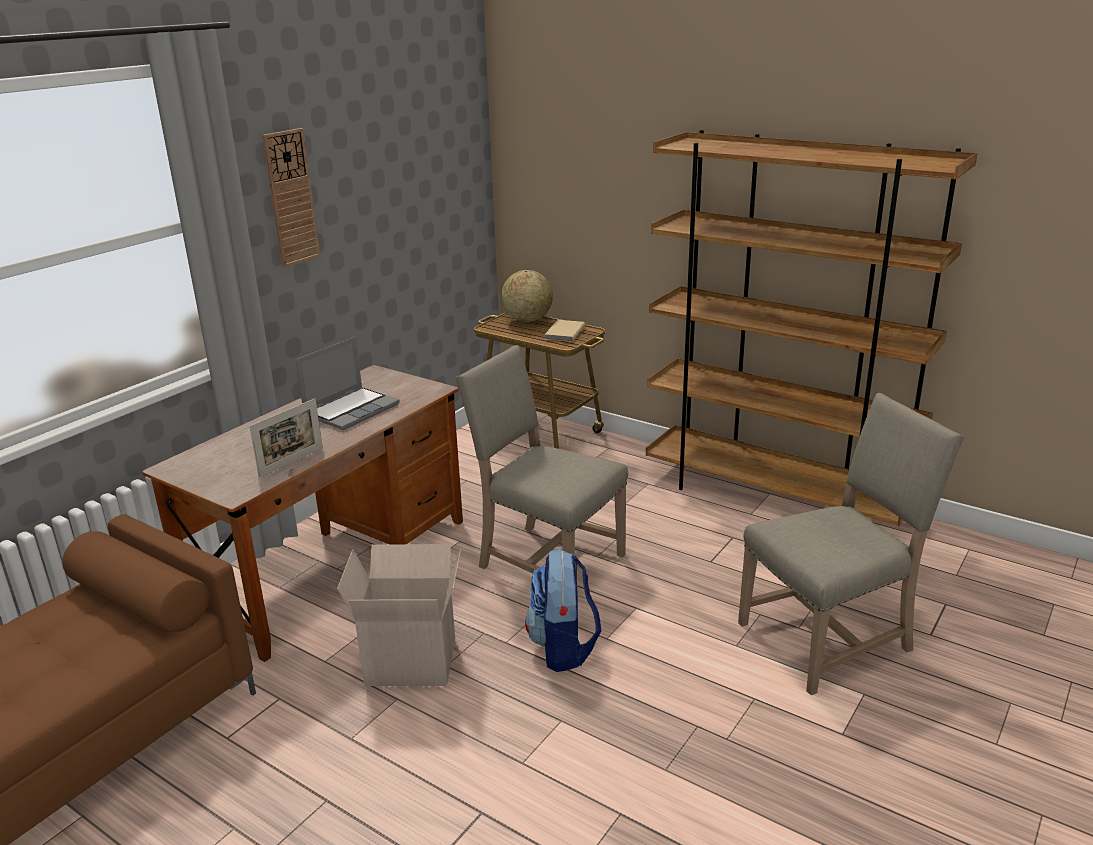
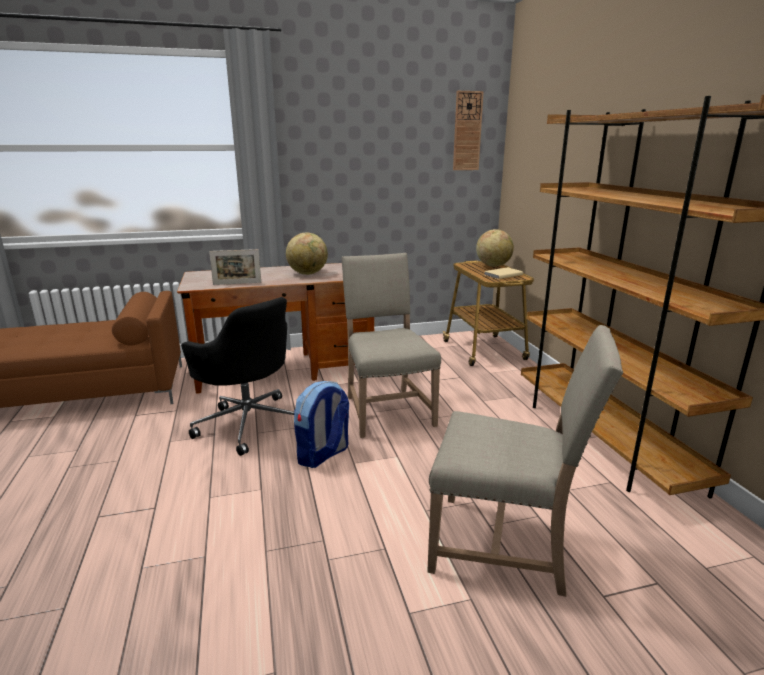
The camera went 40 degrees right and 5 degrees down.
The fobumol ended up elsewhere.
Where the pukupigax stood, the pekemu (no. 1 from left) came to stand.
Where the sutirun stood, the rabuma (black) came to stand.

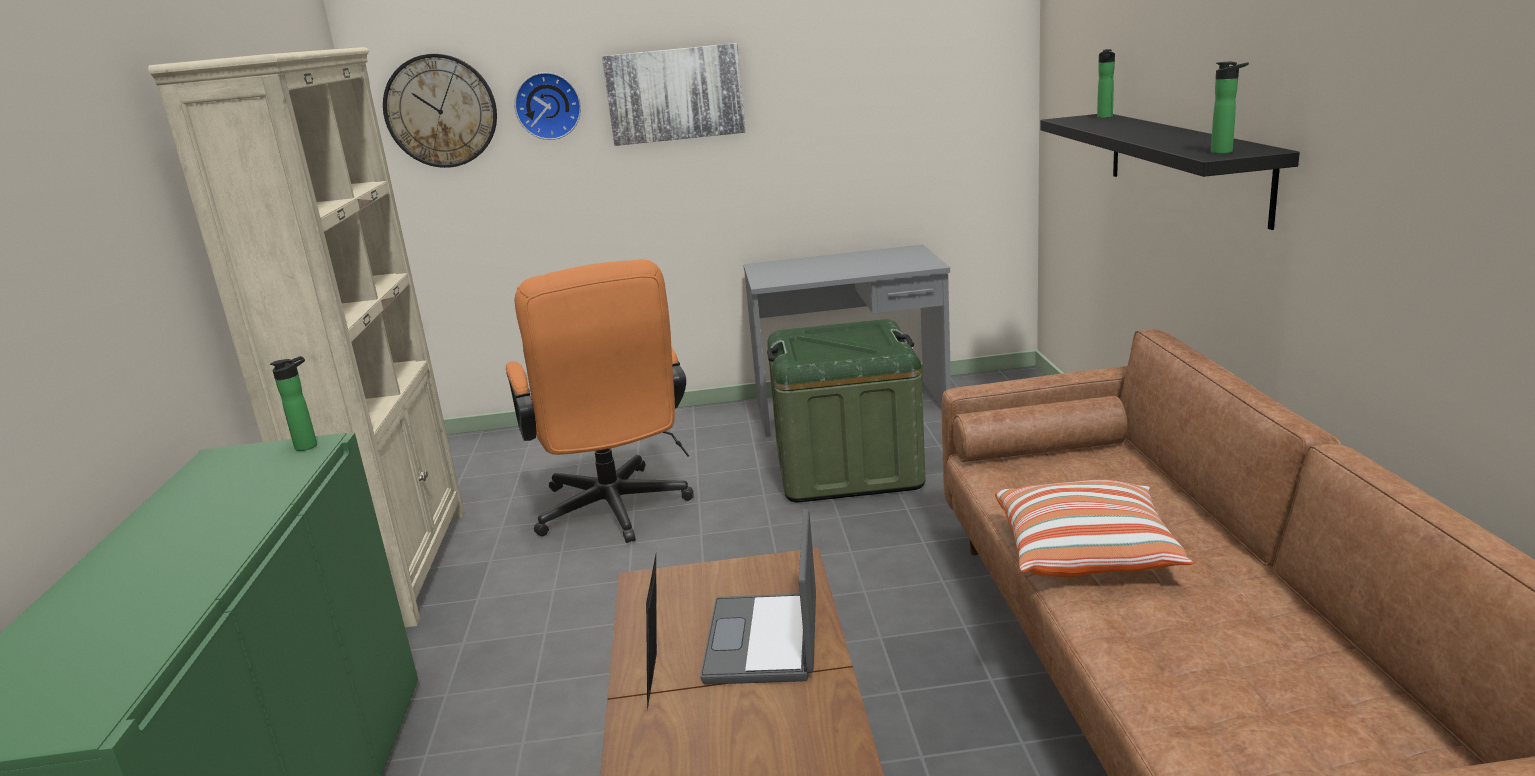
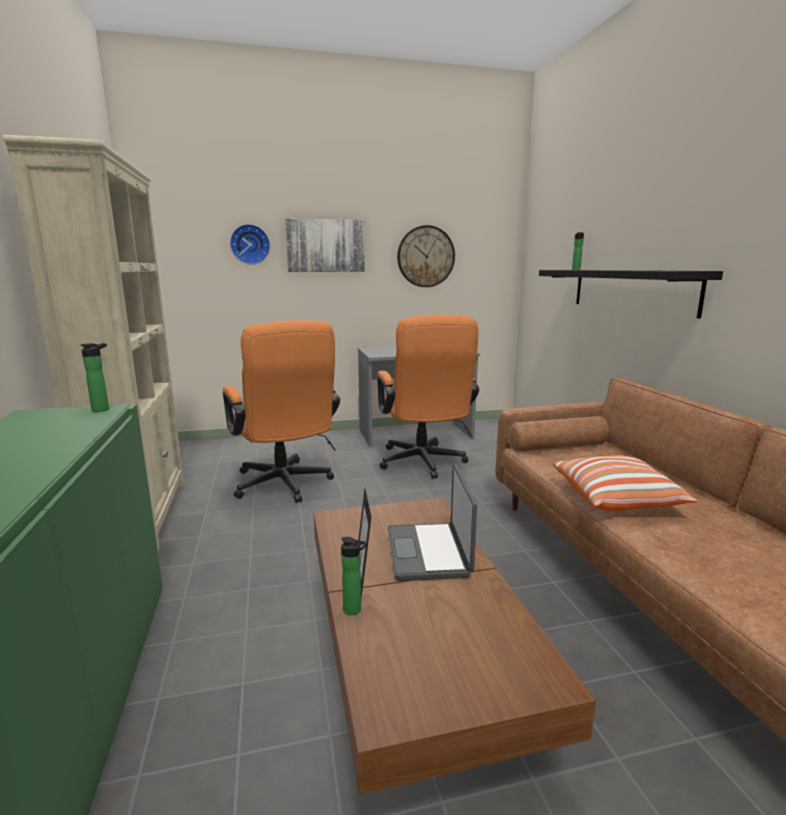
The camera went 10 degrees left and 5 degrees down.
The fobumol (no. 1 from left in the first image) ended up elsewhere.
Where the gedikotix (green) stood, the rabuma (orange) (no. 2 from left) came to stand.
The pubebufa (no. 3 from left in the first image) ended up elsewhere.

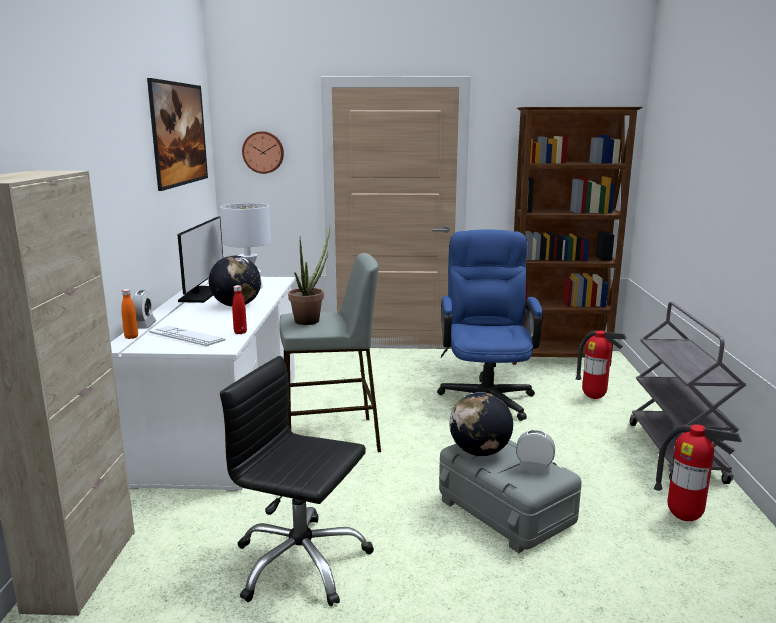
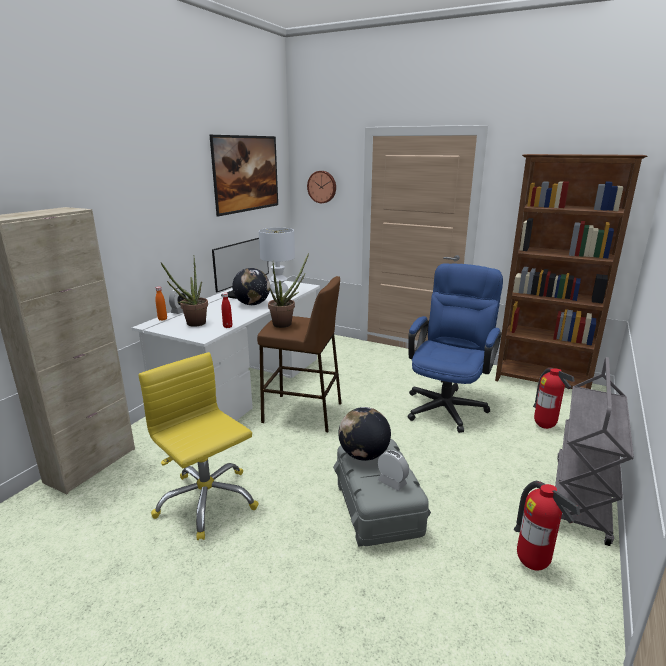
The camera went 25 degrees right and 5 degrees up.
Where the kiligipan stood, the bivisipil (no. 1 from left) came to stand.
What was the rabuma (black) turned into the rabuma (yellow).
What was the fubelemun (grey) turned into the fubelemun (brown).

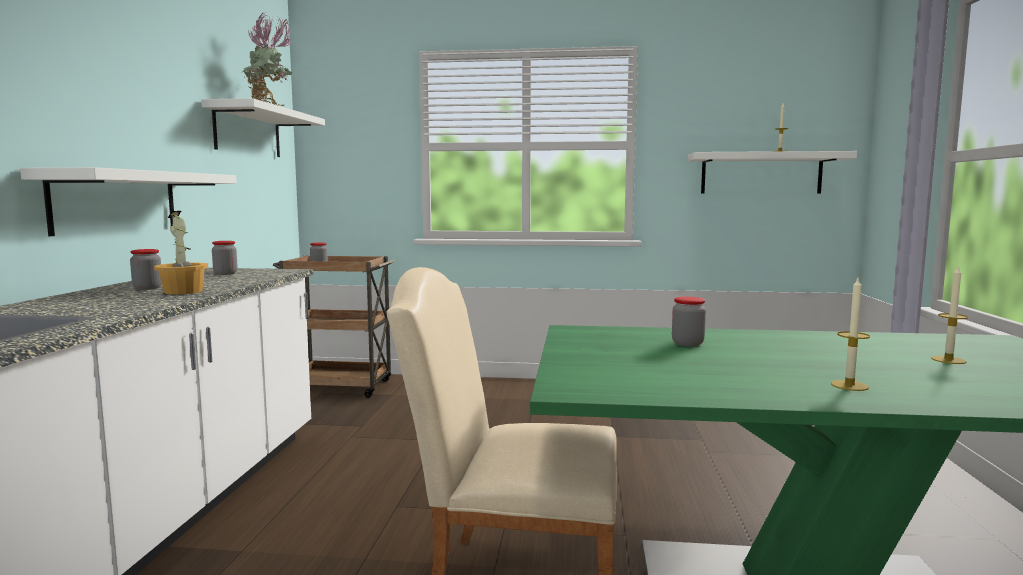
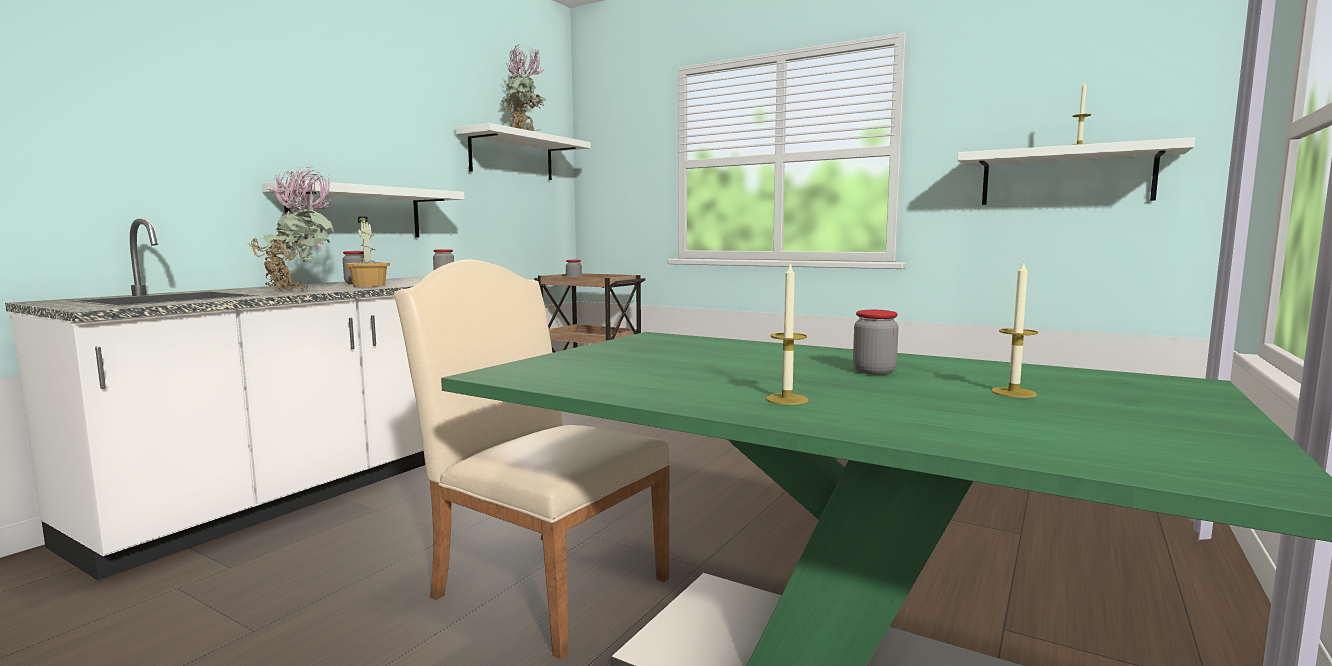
The camera went 25 degrees right and 0 degrees up.
The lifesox (no. 4 from left) ended up elsewhere.
The second view gained the bivisipil (no. 1 from left).

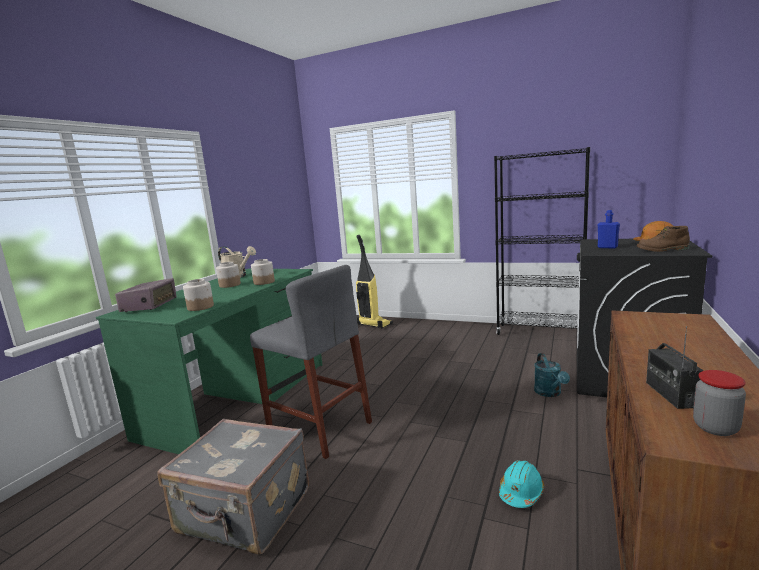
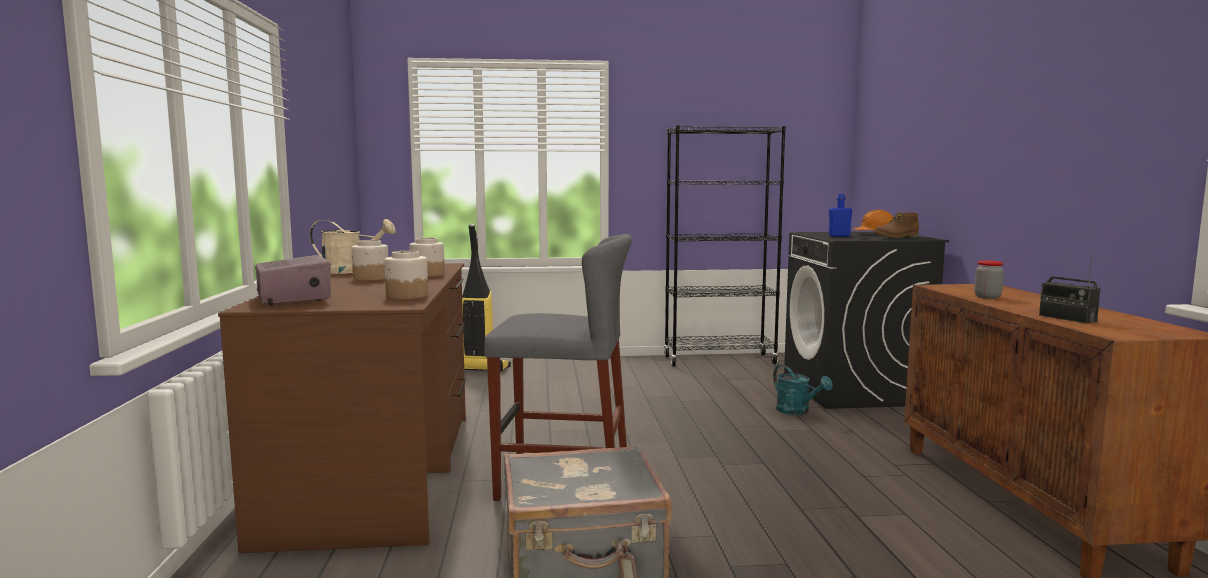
The camera went 30 degrees left and 5 degrees down.
What was the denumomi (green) turned into the denumomi (brown).
The second view lost the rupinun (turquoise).
The lifesox (no. 4 from left) ended up elsewhere.

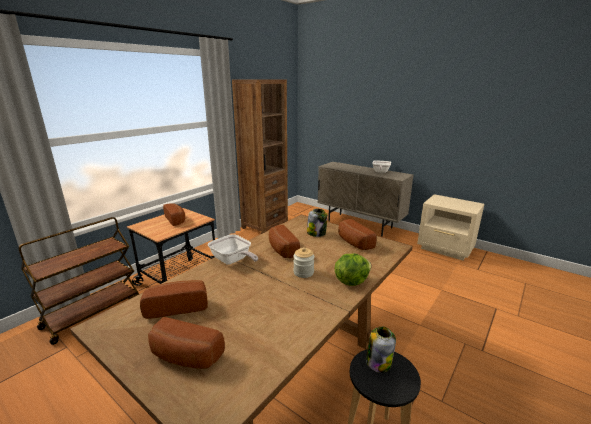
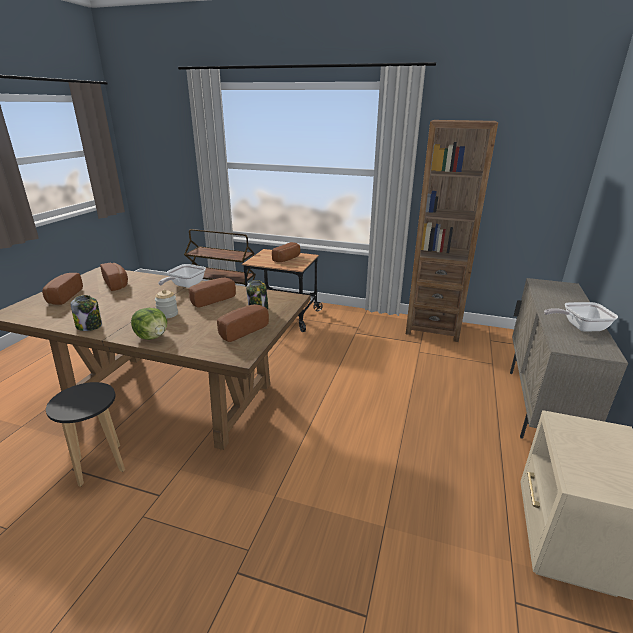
The camera went 70 degrees right and 5 degrees up.
The lifesox (no. 3 from left in the first image) ended up elsewhere.

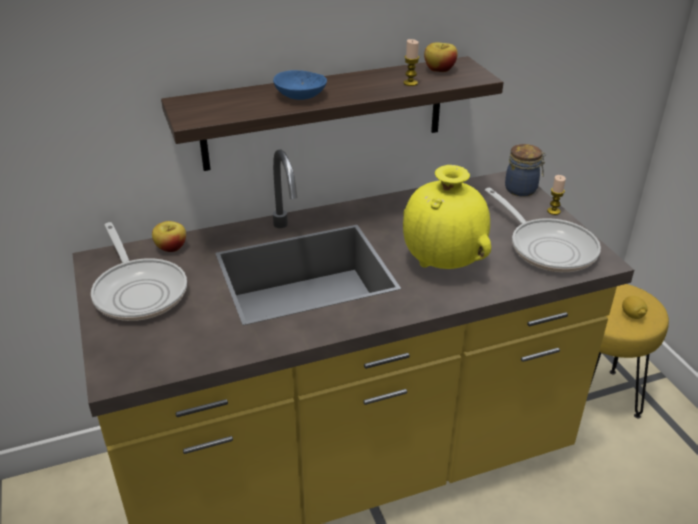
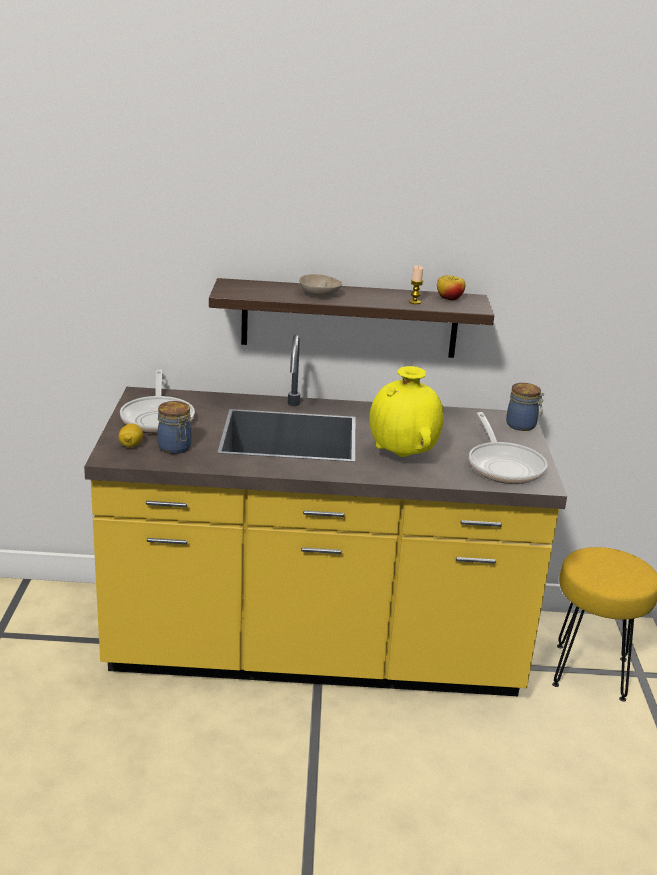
The camera went 20 degrees right and 10 degrees down.
The second view lost the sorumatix (no. 1 from left).
What was the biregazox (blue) turned into the biregazox (beige).
The second view lost the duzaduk (no. 2 from left).
The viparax ended up elsewhere.
The second view gained the lifesox (no. 1 from left).

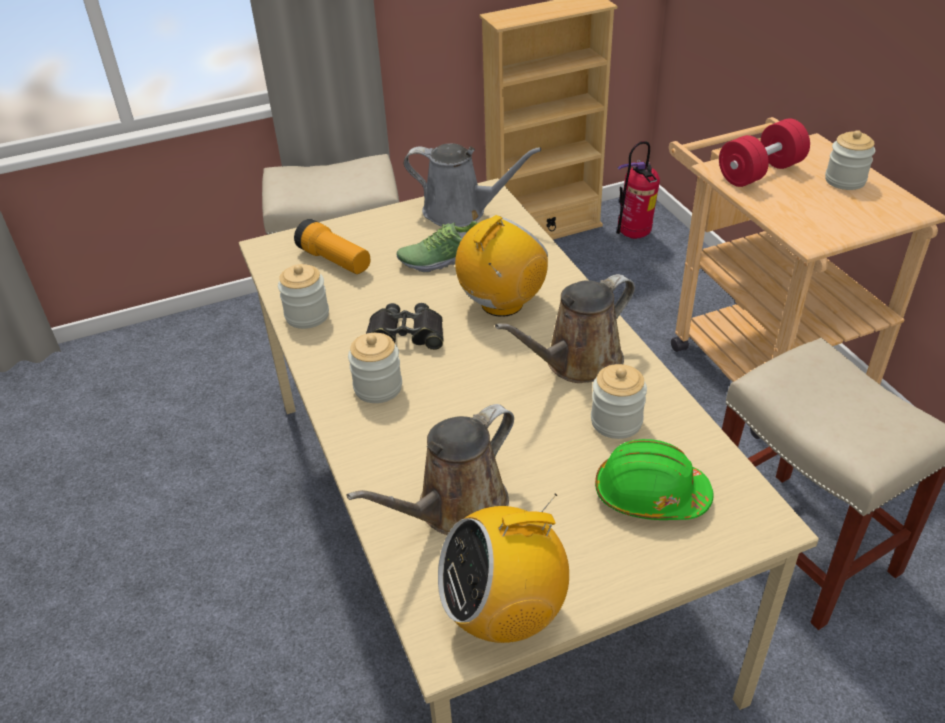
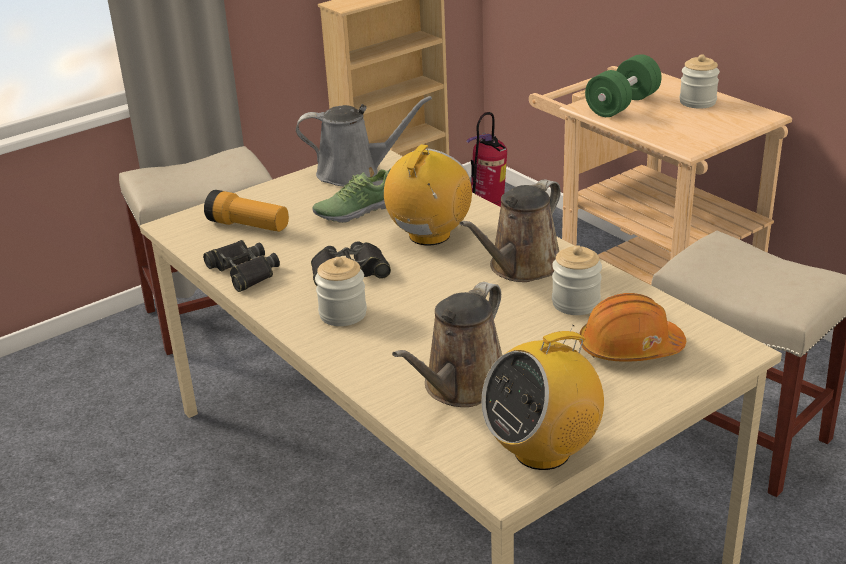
The camera went 15 degrees left and 10 degrees down.
Where the lifesox (no. 1 from left) stood, the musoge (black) (no. 1 from left) came to stand.
What was the rupinun (green) turned into the rupinun (orange).
What was the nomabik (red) turned into the nomabik (green).

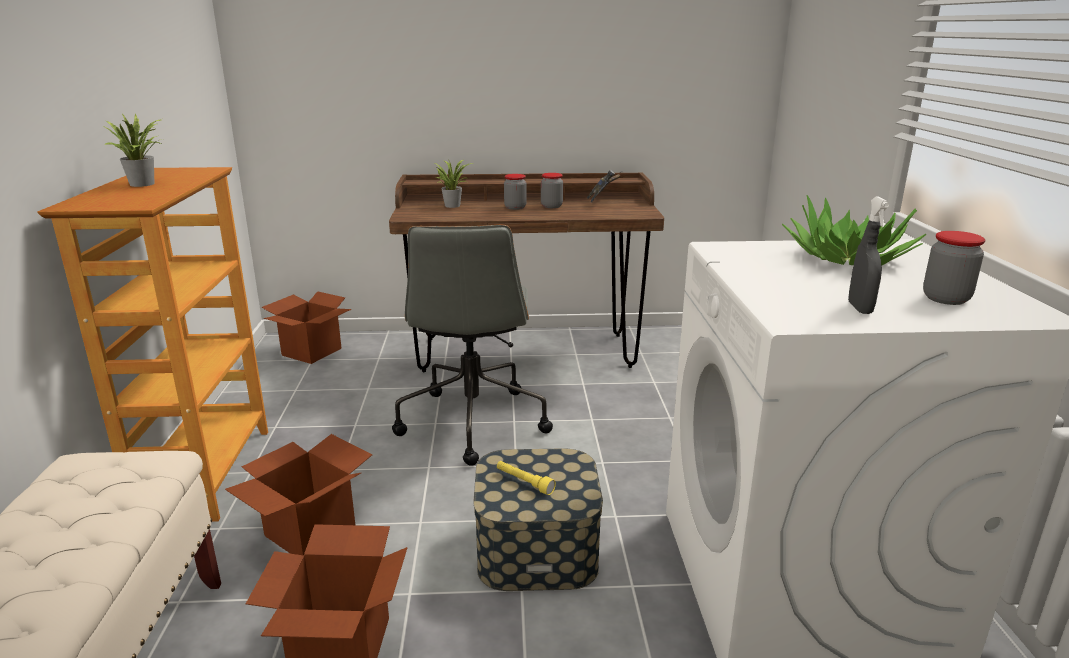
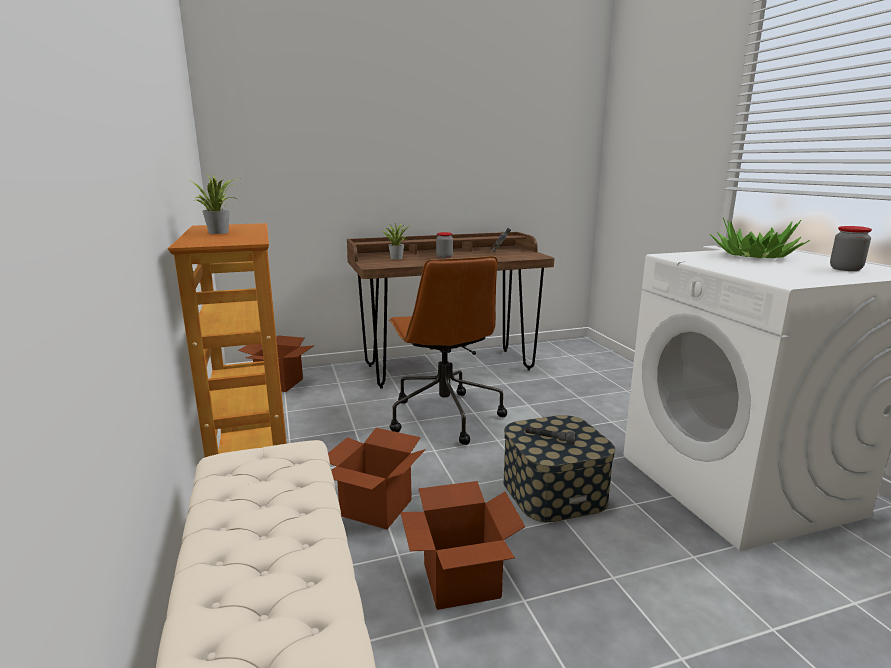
The camera went 15 degrees left and 5 degrees down.
What was the rabuma (grey) turned into the rabuma (brown).
What was the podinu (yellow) turned into the podinu (grey).
The second view lost the lifesox (no. 2 from left).
The second view lost the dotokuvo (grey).

